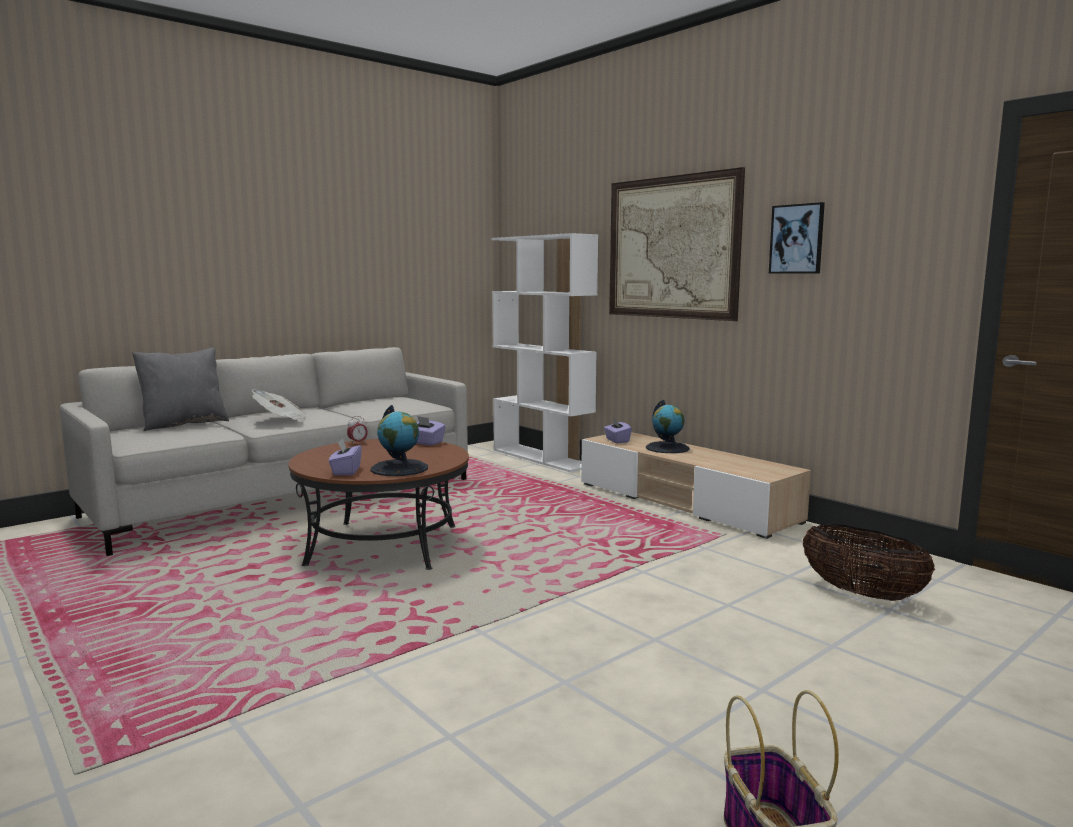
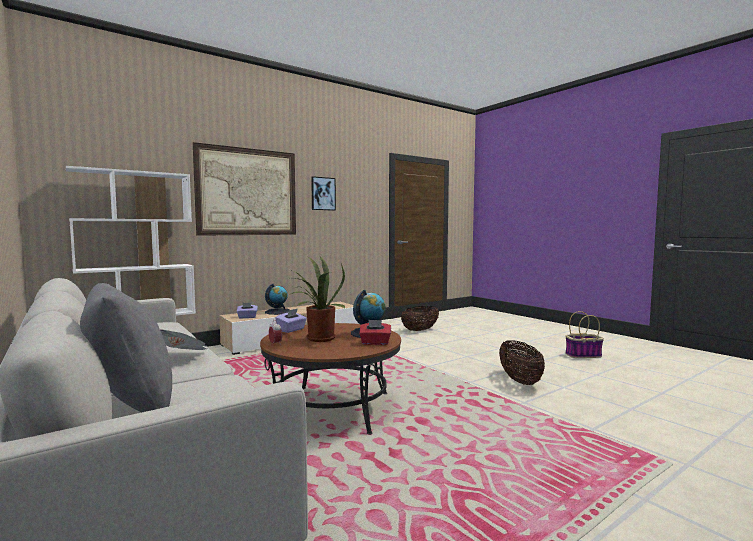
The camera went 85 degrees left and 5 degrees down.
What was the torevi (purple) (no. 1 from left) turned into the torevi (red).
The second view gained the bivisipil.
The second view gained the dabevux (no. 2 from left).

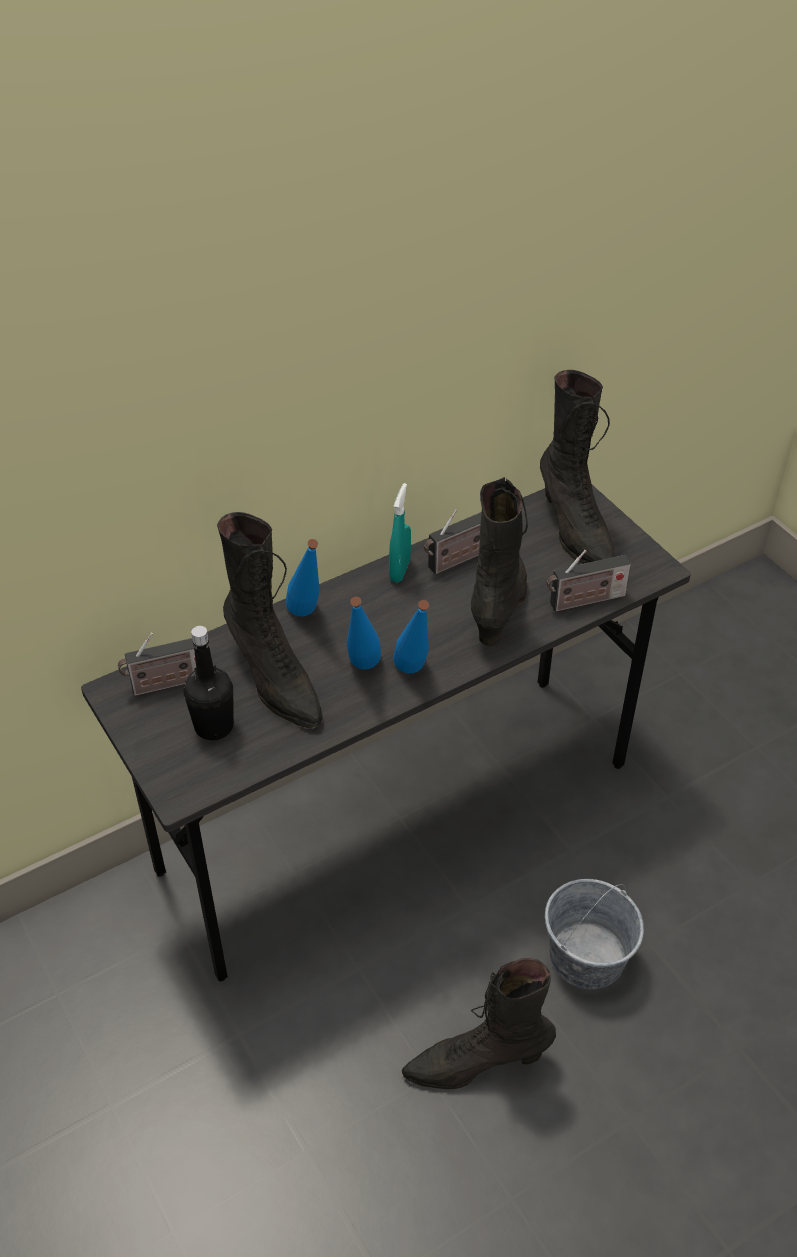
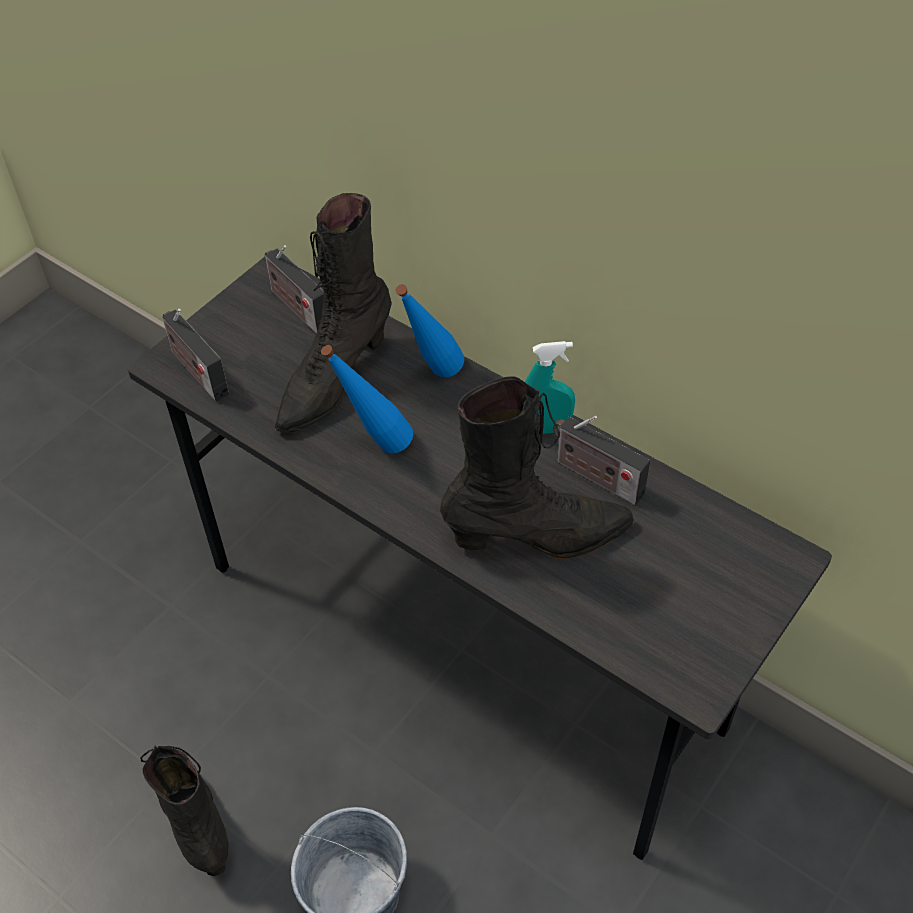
The camera went 70 degrees right and 5 degrees up.
The second view lost the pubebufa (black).
The second view lost the pubebufa (blue) (no. 3 from left).
The second view lost the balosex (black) (no. 4 from left).
The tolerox (no. 3 from left in the first image) ended up elsewhere.

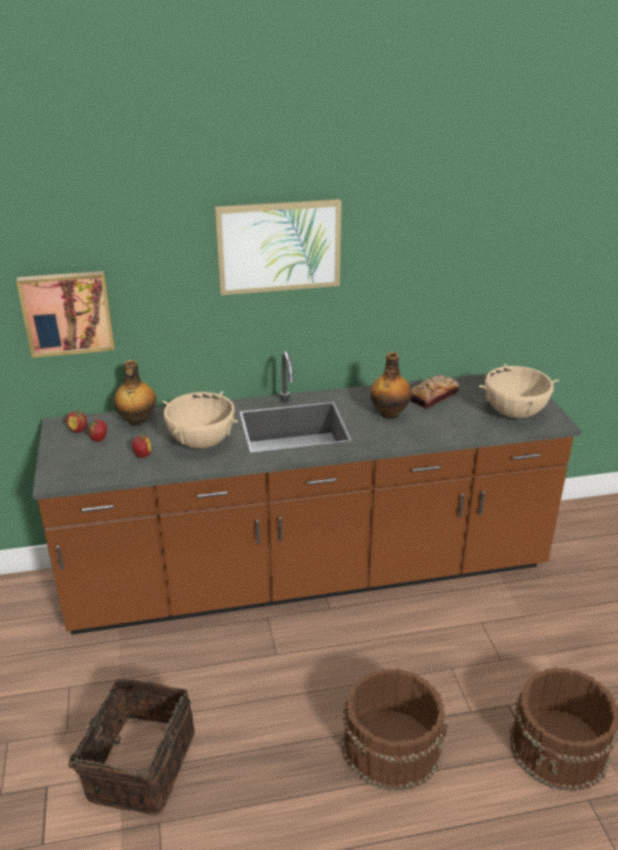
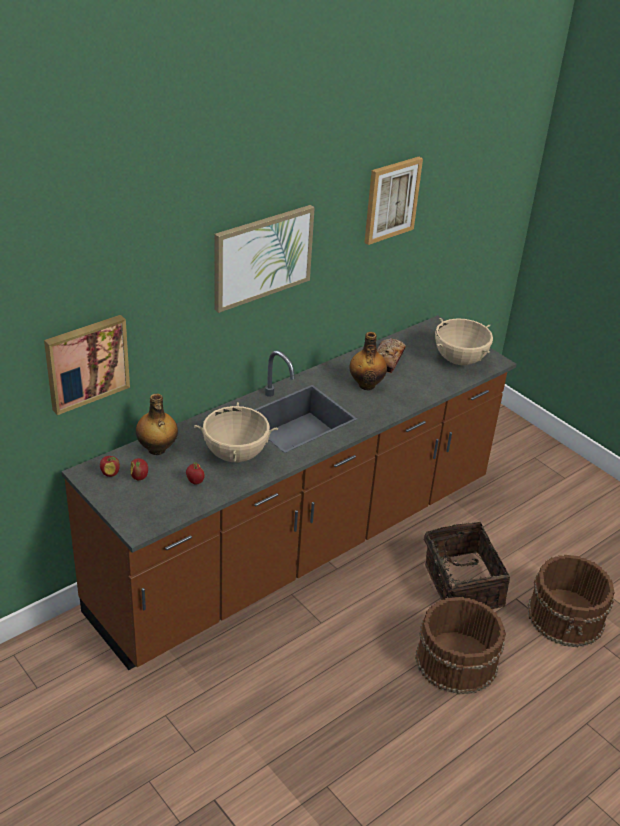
The camera went 30 degrees left and 5 degrees up.
The dabevux ended up elsewhere.
The second view gained the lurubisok (no. 3 from left).

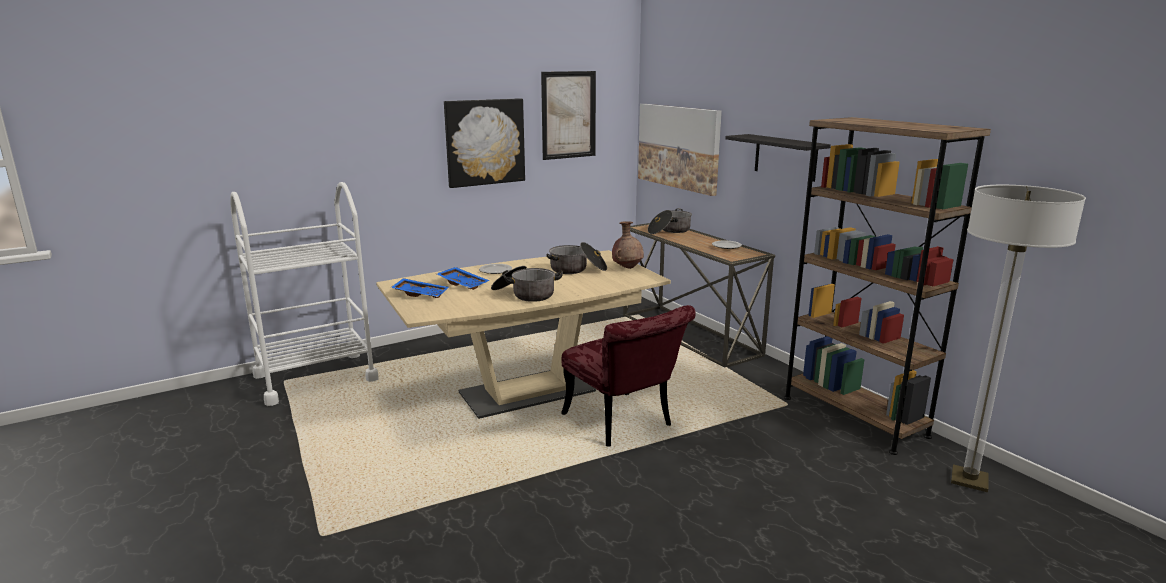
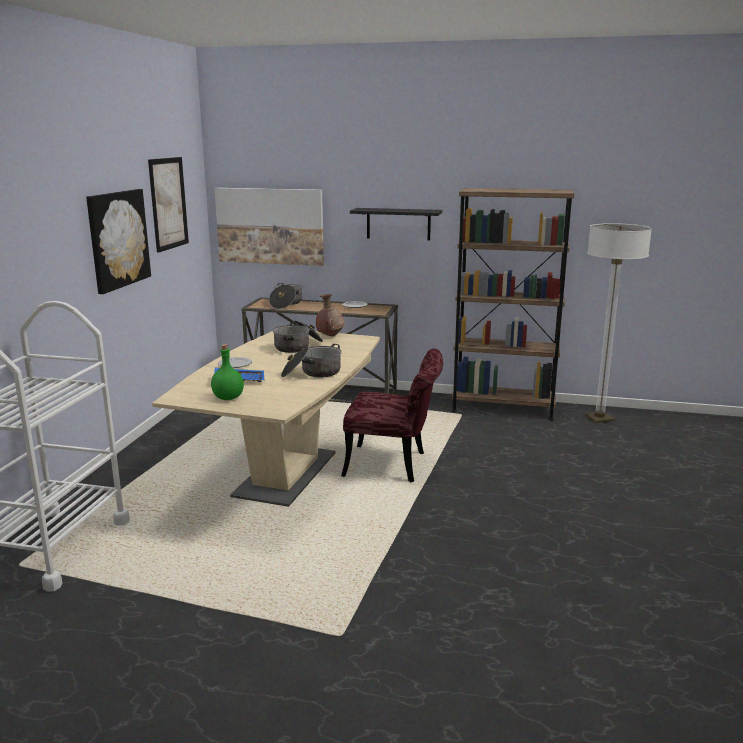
The camera went 45 degrees left and 0 degrees up.
Where the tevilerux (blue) (no. 1 from left) stood, the pubebufa (green) came to stand.

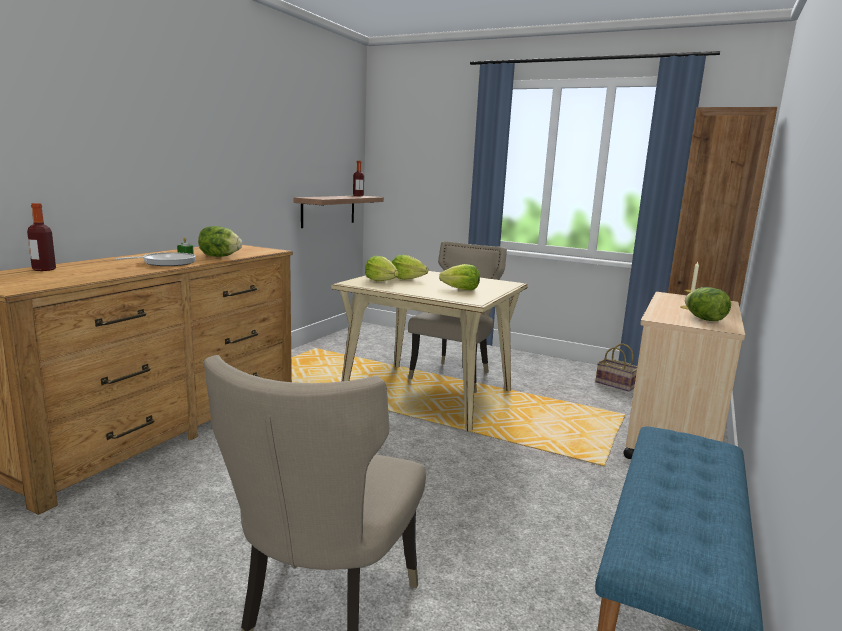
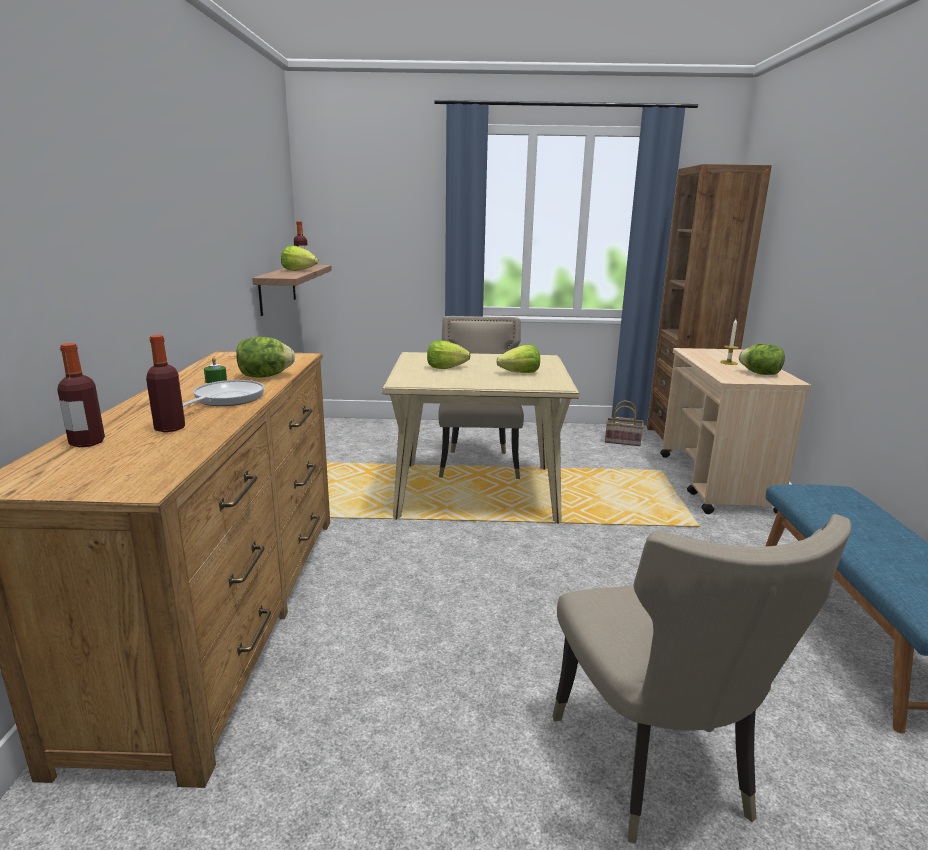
The camera went 25 degrees left and 5 degrees up.
The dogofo (no. 2 from left) ended up elsewhere.
The second view gained the pubebufa (no. 2 from left).

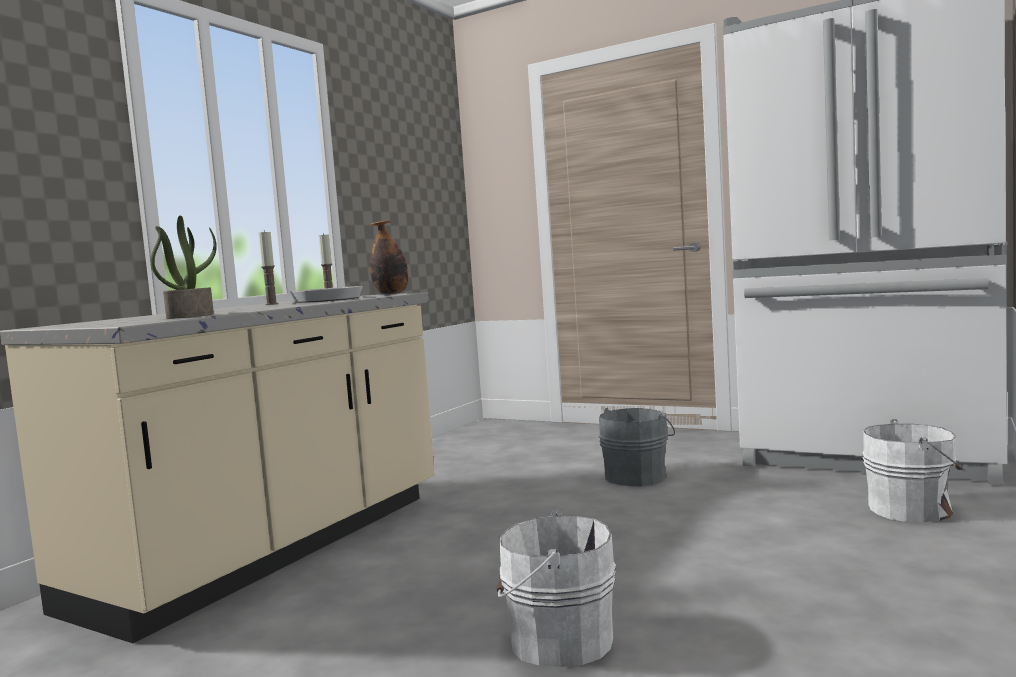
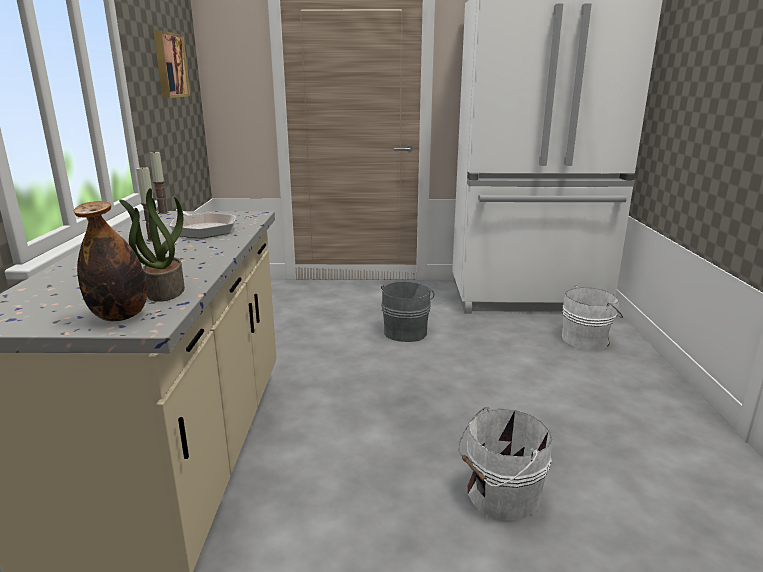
The camera went 30 degrees left and 15 degrees up.
The pubebufa ended up elsewhere.
The second view gained the lurubisok.

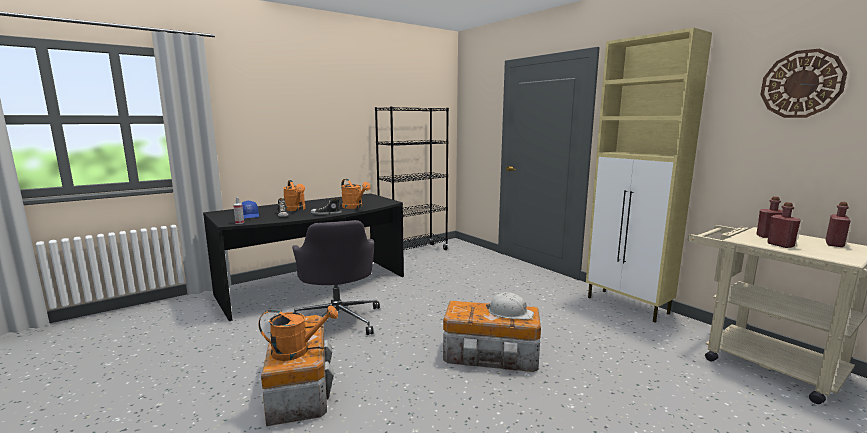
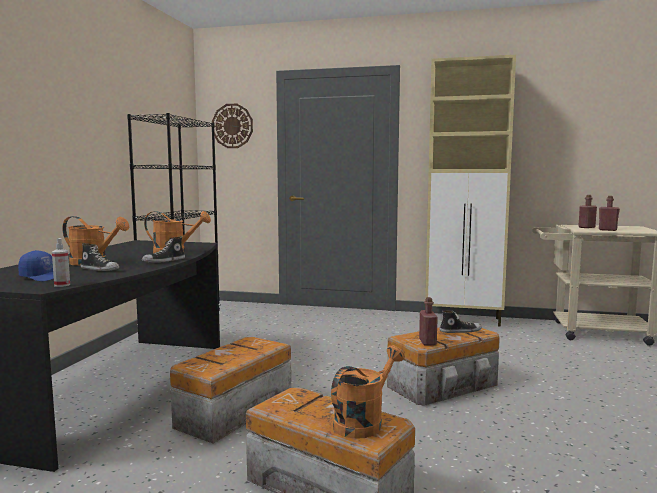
The camera went 40 degrees left and 5 degrees down.
Where the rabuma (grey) stood, the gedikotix (no. 1 from left) came to stand.
Where the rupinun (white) stood, the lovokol (no. 3 from left) came to stand.
The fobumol ended up elsewhere.
The pubebufa (red) (no. 3 from left in the first image) ended up elsewhere.

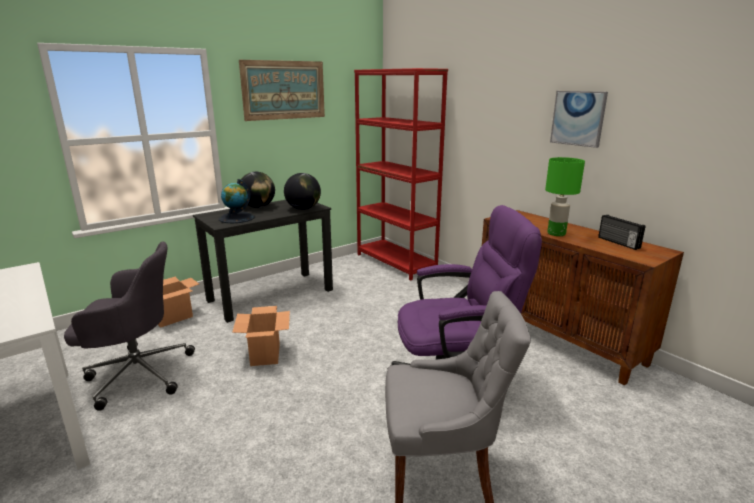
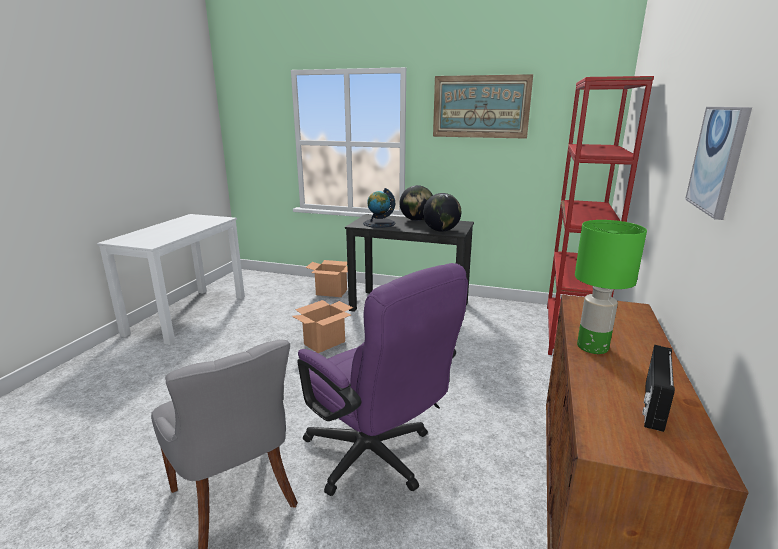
The camera went 55 degrees right and 0 degrees up.
The second view lost the rabuma (grey).

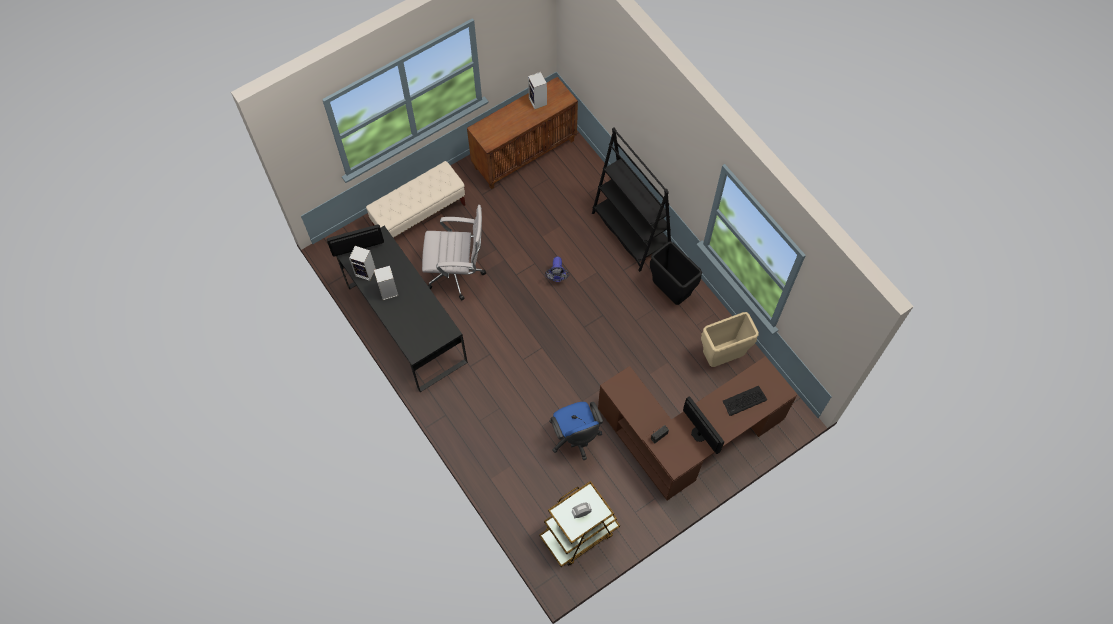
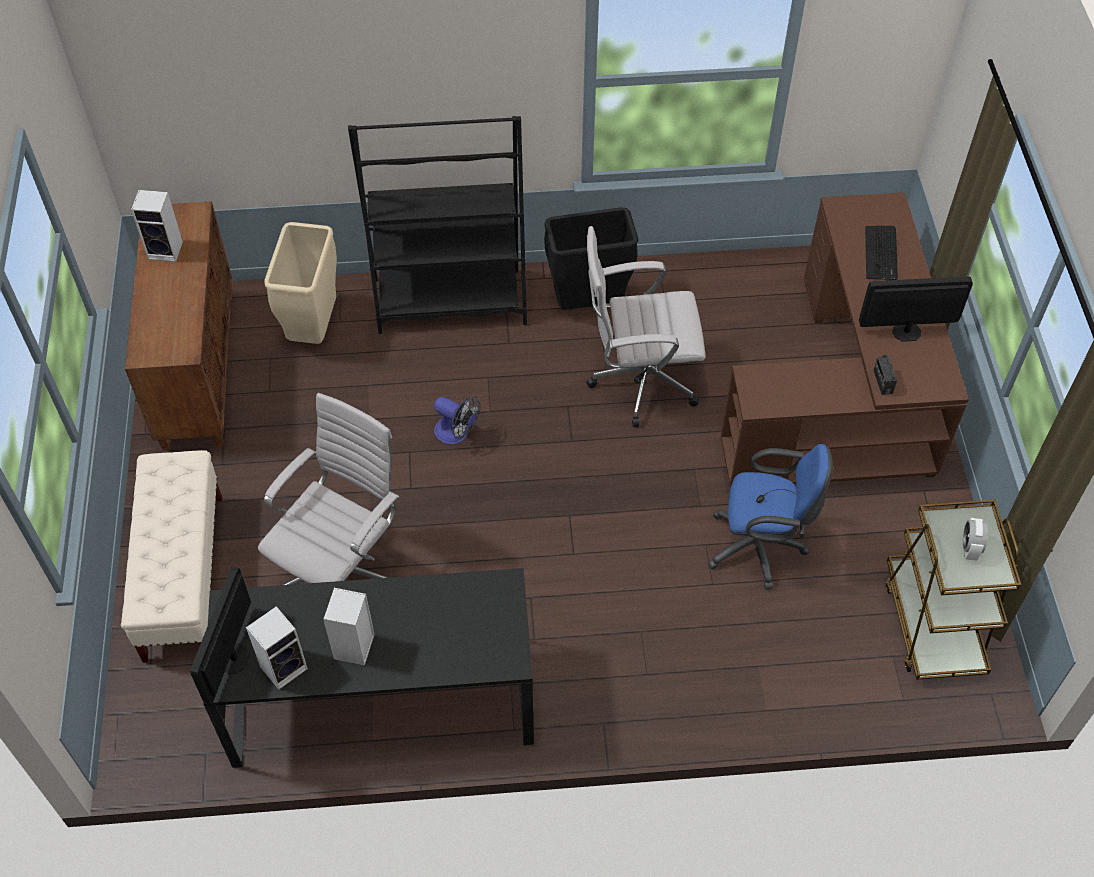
The camera went 60 degrees left and 10 degrees down.
The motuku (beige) ended up elsewhere.
The second view gained the rabuma (white) (no. 2 from left).

